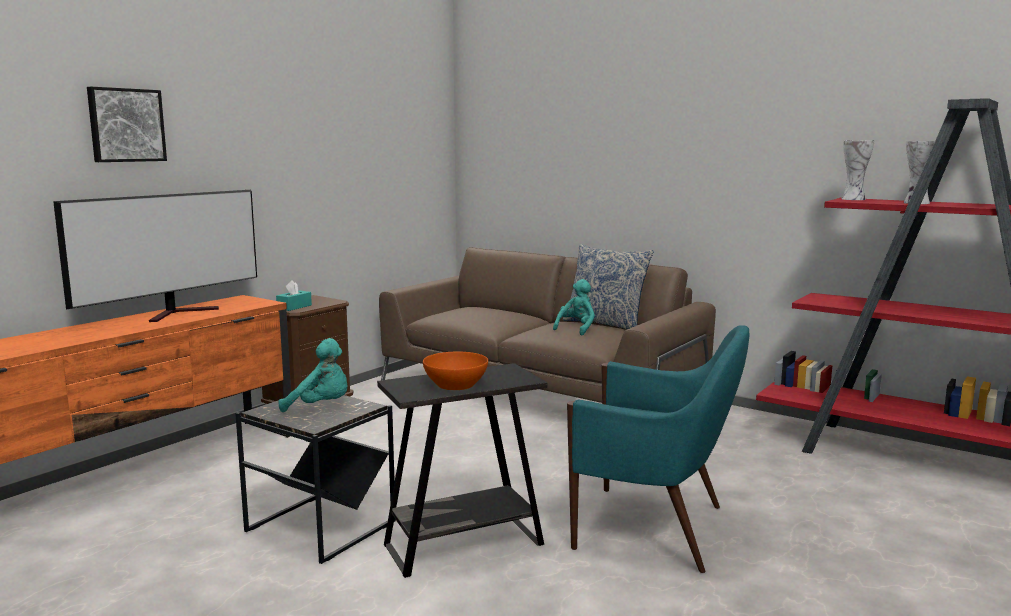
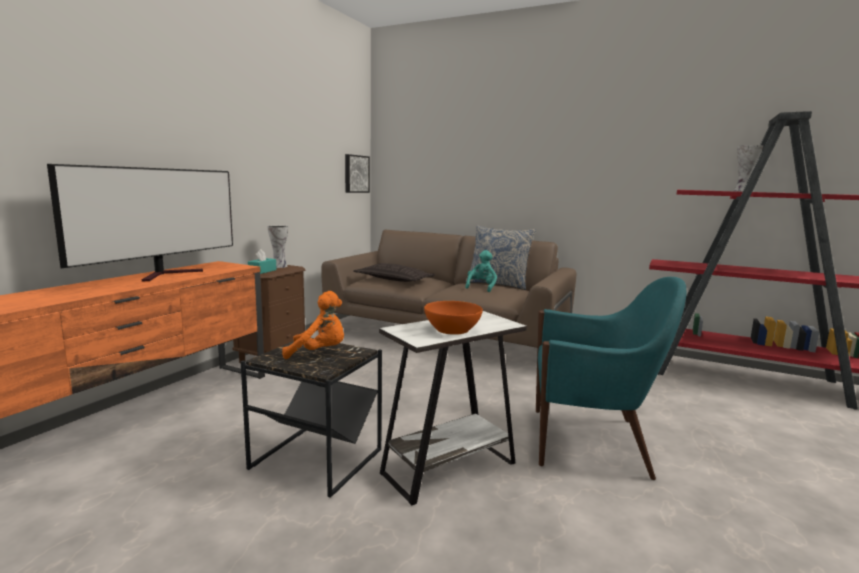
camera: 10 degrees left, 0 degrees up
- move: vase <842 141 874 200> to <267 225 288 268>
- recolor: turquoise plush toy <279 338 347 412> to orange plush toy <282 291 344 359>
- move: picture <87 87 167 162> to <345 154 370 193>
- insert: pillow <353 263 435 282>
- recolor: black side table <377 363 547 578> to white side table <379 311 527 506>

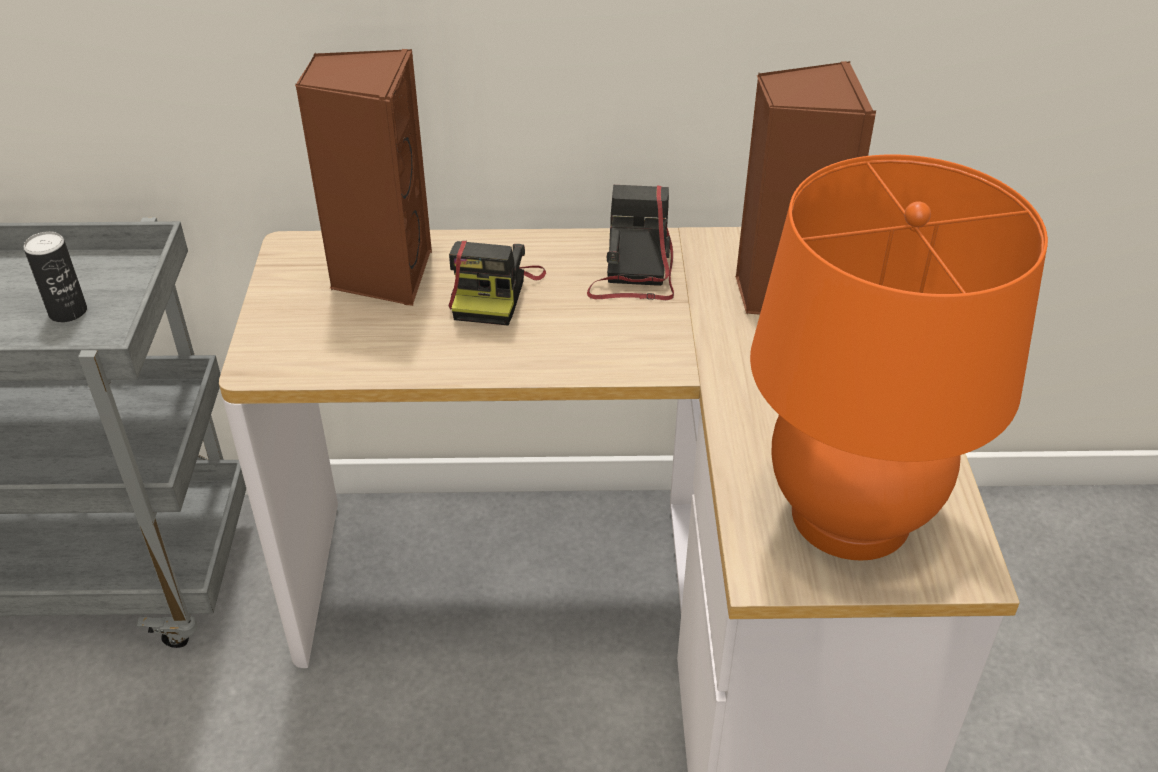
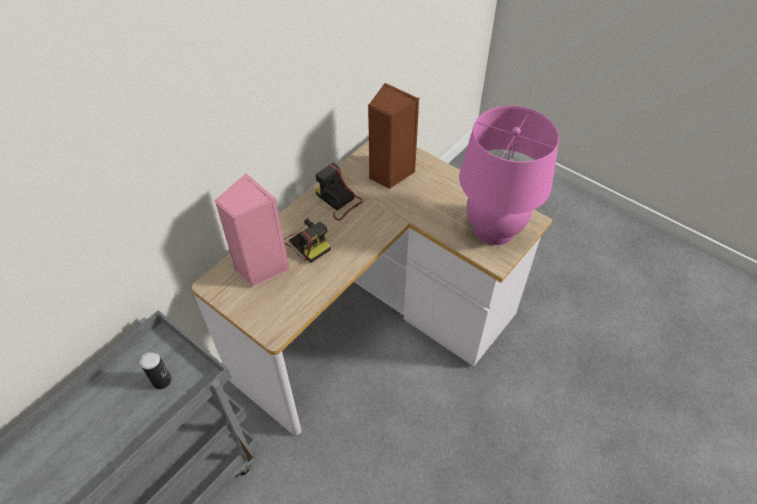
camera: 50 degrees left, 10 degrees up
- recolor: brown speaker <295 49 432 306> to pink speaker <214 173 289 287>
- recolor: orange table lamp <750 154 1048 561> to pink table lamp <459 106 559 245>

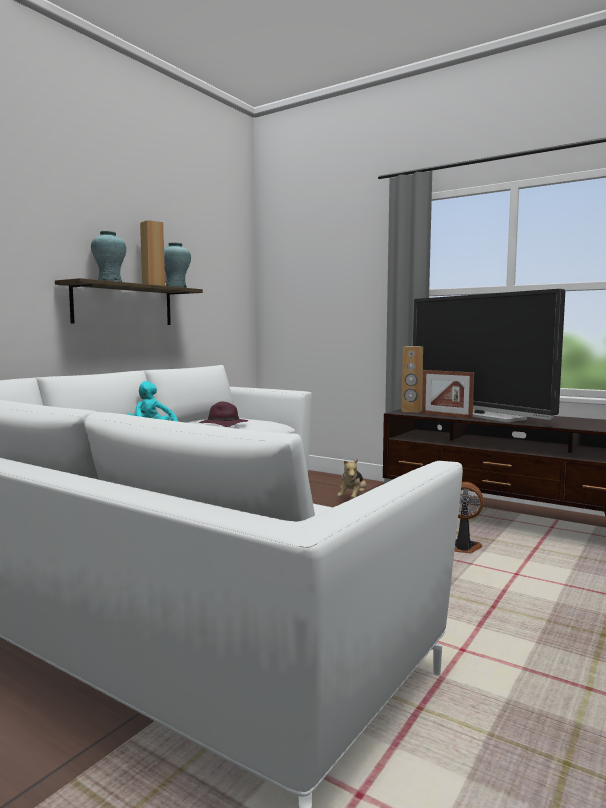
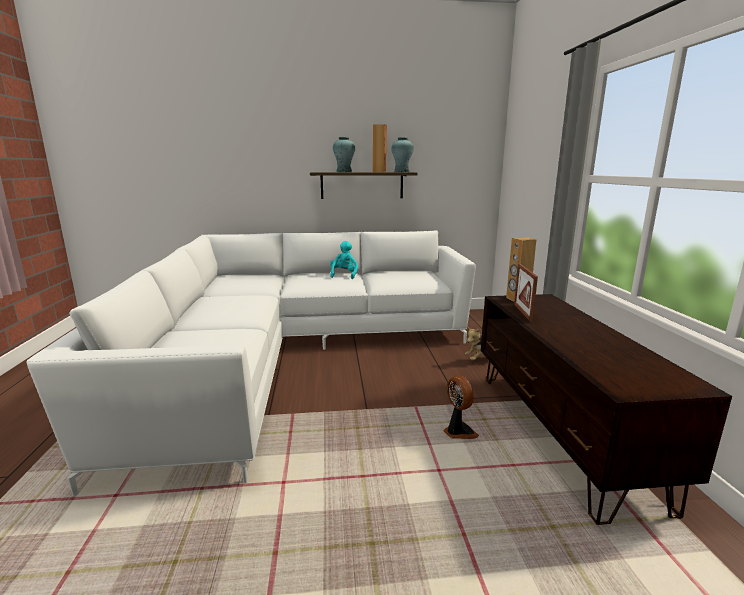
camera: 50 degrees right, 10 degrees up
- delete: purple hat <199 402 248 427>
- delete: television <413 289 565 422>

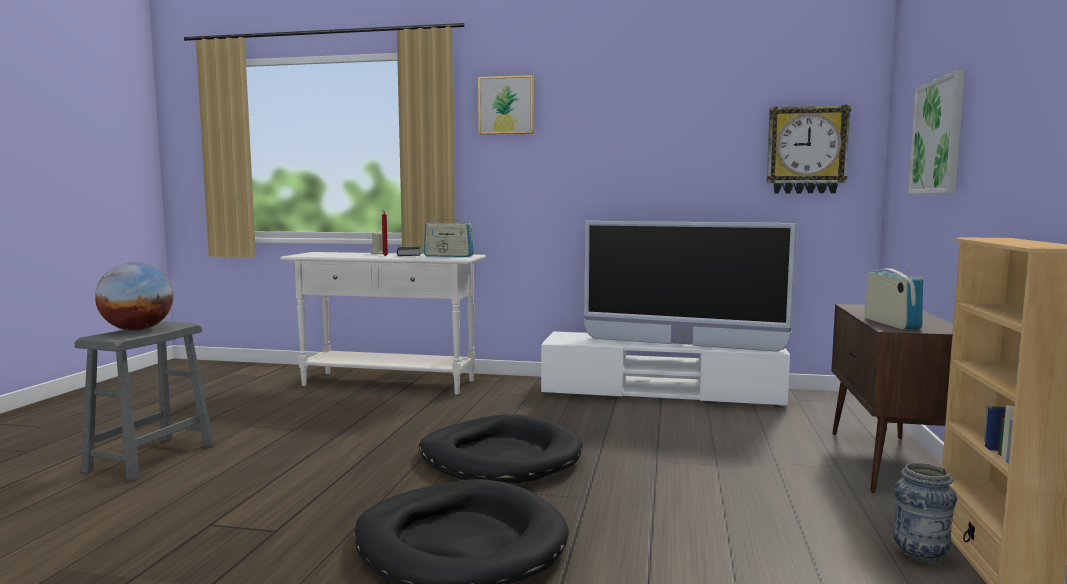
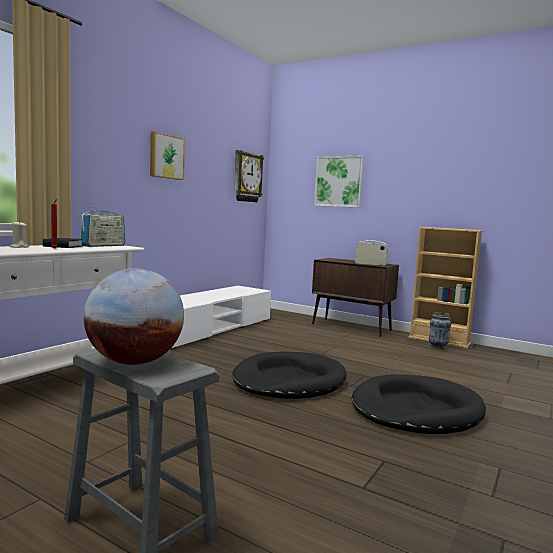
camera: 70 degrees left, 0 degrees up
- move: picture <478 75 534 134> to <150 131 185 180>
- delete: television <584 221 797 352>

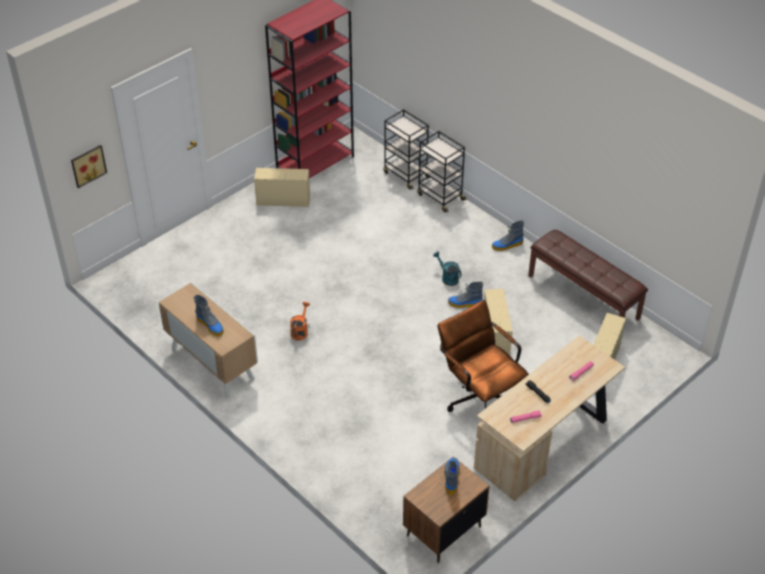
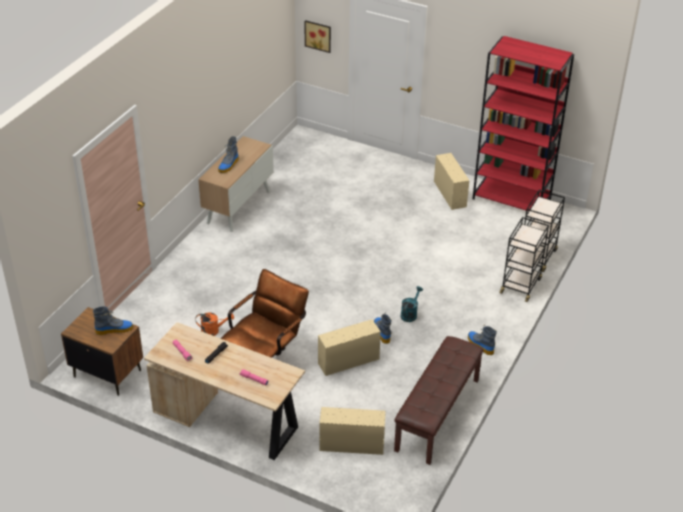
camera: 70 degrees right, 5 degrees down
- move: orange watering can <290 302 310 341> to <195 313 234 336>

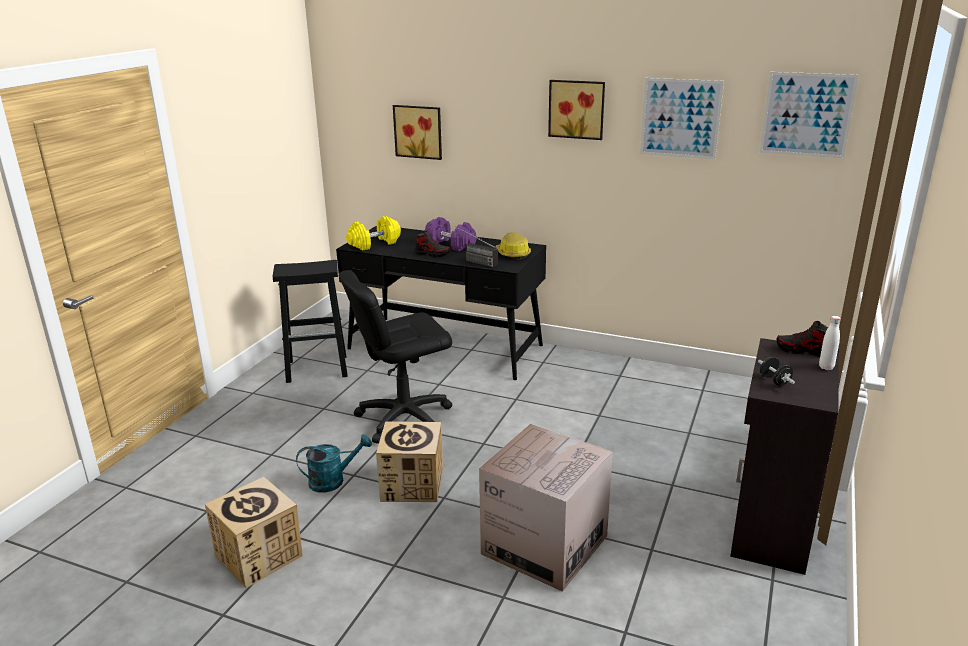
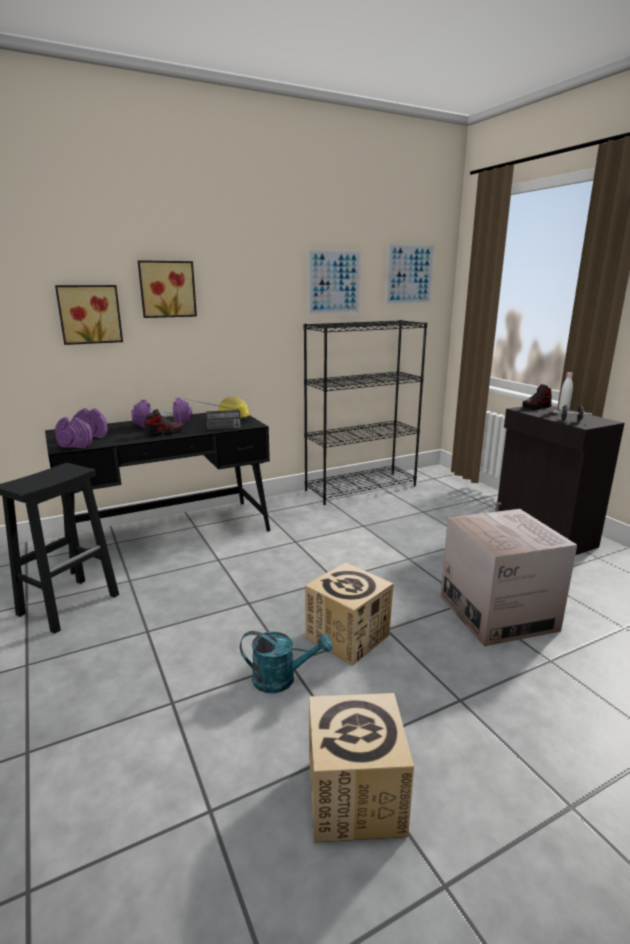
camera: 50 degrees left, 5 degrees down
- recolor: yellow dumbbell <346 216 401 250> to purple dumbbell <55 408 108 448>
- move: picture <548 80 605 140> to <138 260 197 318>
- rotate: turquoise watering can <296 434 372 493> = <240 631 333 693> 75 degrees clockwise
- insert: black bookcase <303 320 427 505>
- delete: black office chair <338 270 452 444>

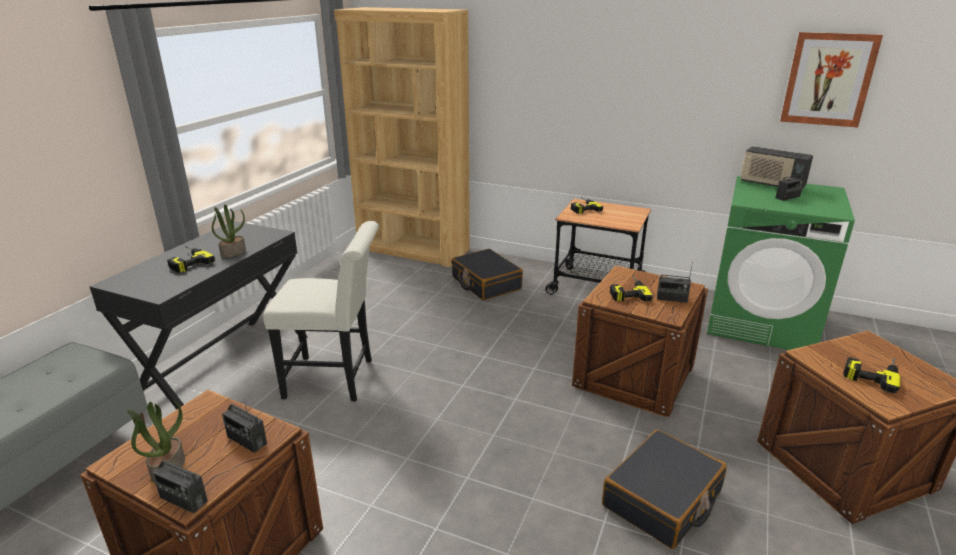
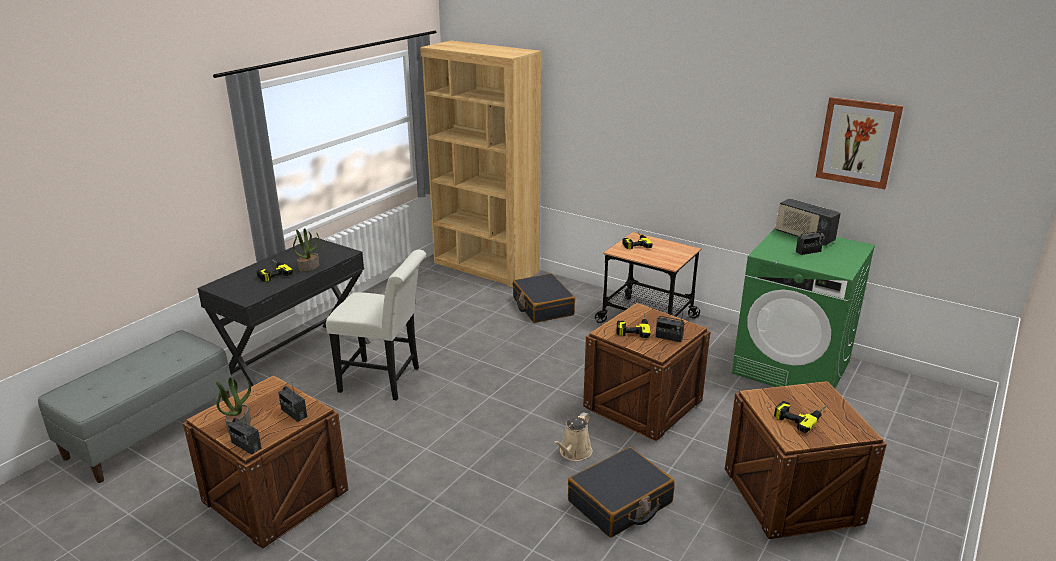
camera: 10 degrees right, 0 degrees up
- insert: beige watering can <553 412 592 461>

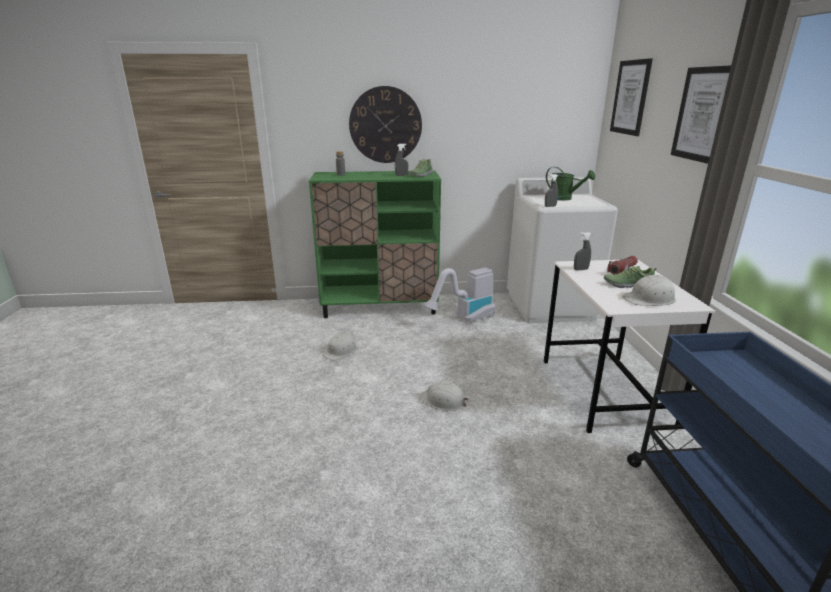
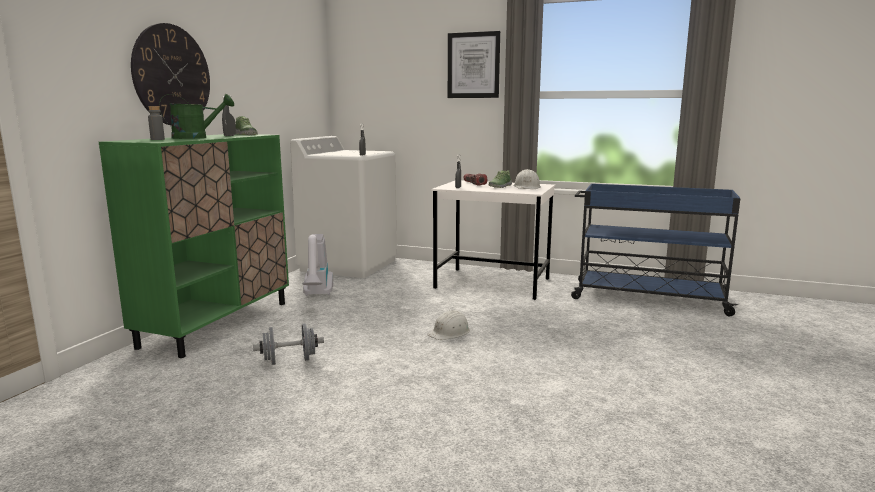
camera: 65 degrees left, 10 degrees down
- move: green watering can <546 167 595 200> to <159 94 234 139>
- replace: white hard hat <322 333 357 360> to grey dumbbell <253 323 324 365>
- delete: picture <610 58 653 136>

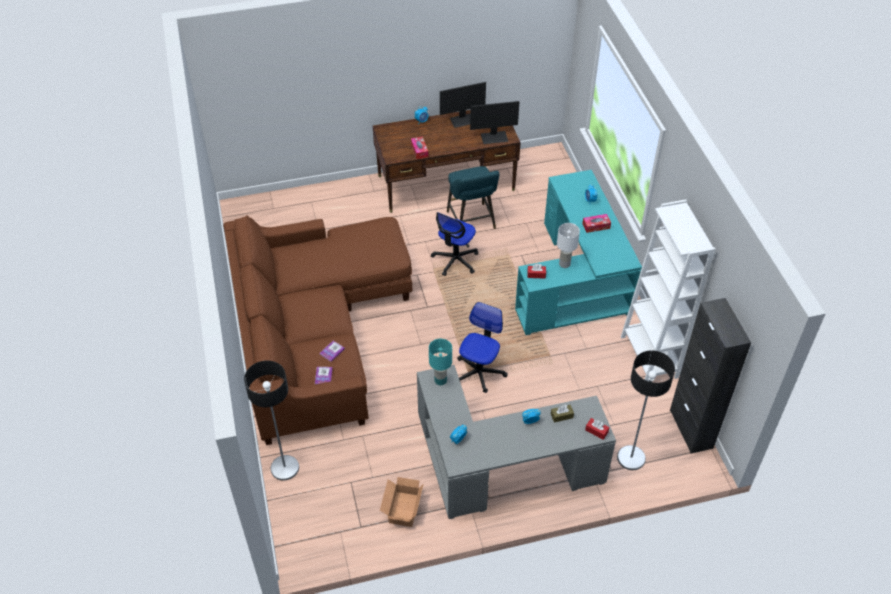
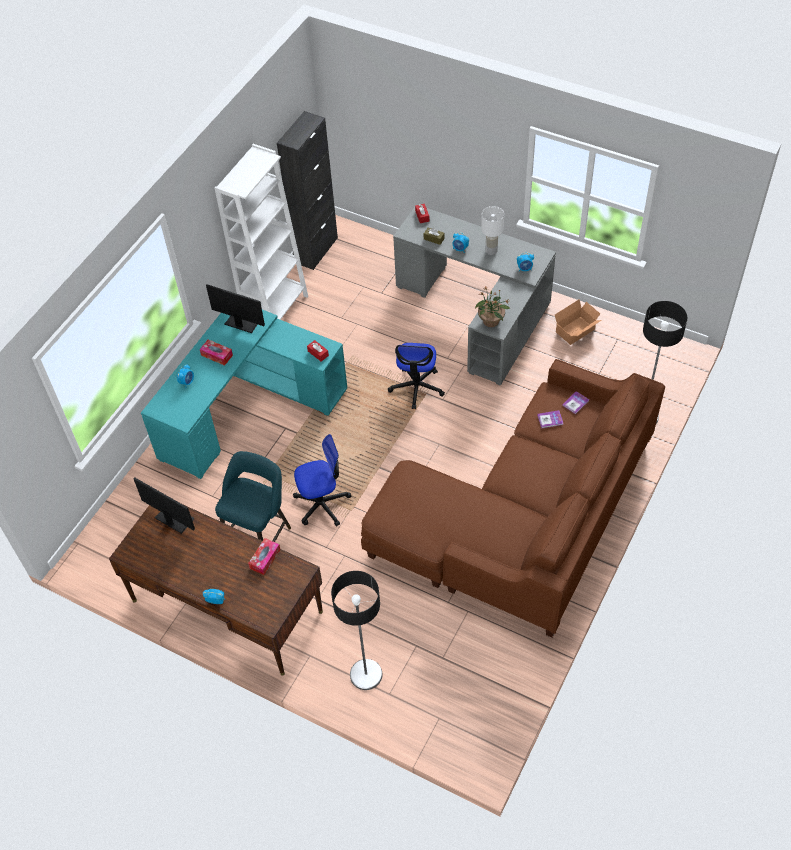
camera: 135 degrees left, 5 degrees up
- move: monitor <440 82 486 128> to <206 284 265 333>
- move: floor lamp <617 350 675 470> to <331 571 382 690>
- rotate: office chair <457 302 508 393> = <388 343 445 409> 60 degrees counterclockwise
- replace: turquoise table lamp <429 339 452 385> to potted plant <475 287 511 327>
- move: white table lamp <557 223 580 268> to <481 206 504 255>

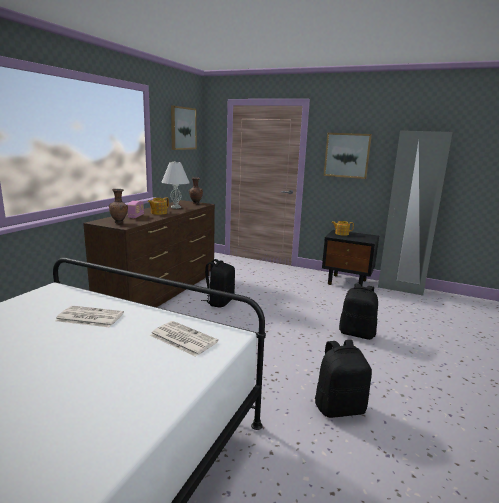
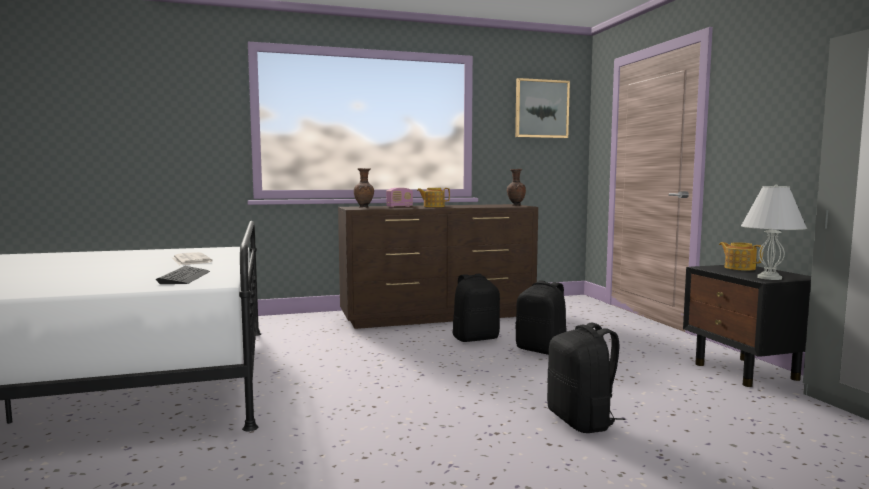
camera: 50 degrees right, 10 degrees down
- replace: newspaper <150 321 218 357> to keyboard <156 266 210 284>
- move: black backpack <315 340 372 418> to <515 280 567 355>
- move: white table lamp <161 161 190 209> to <741 184 807 280>
- delete: picture <324 133 372 179>

